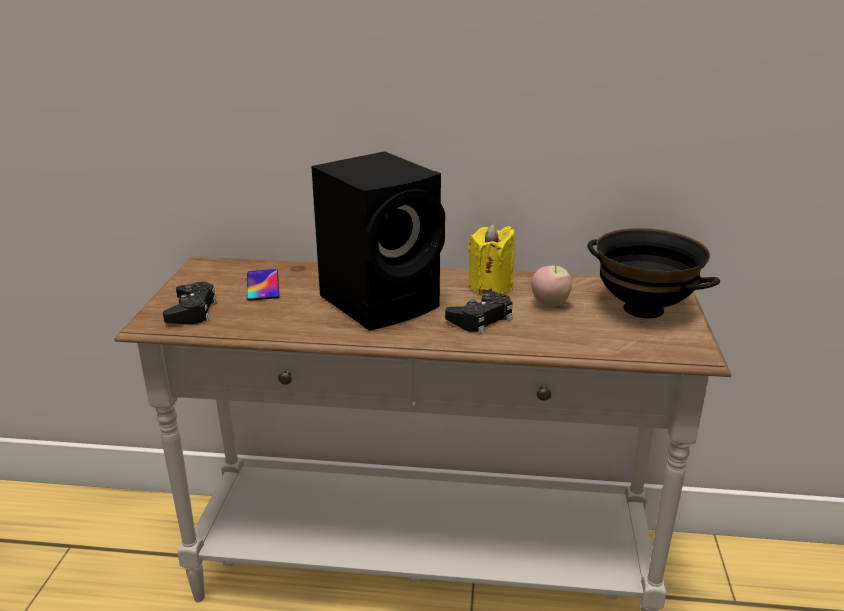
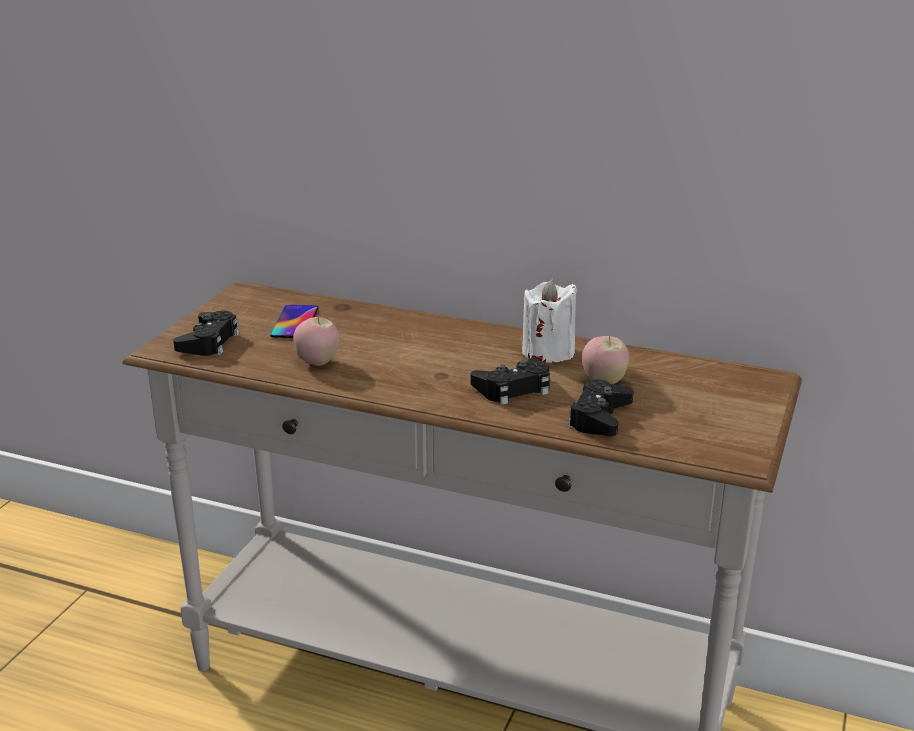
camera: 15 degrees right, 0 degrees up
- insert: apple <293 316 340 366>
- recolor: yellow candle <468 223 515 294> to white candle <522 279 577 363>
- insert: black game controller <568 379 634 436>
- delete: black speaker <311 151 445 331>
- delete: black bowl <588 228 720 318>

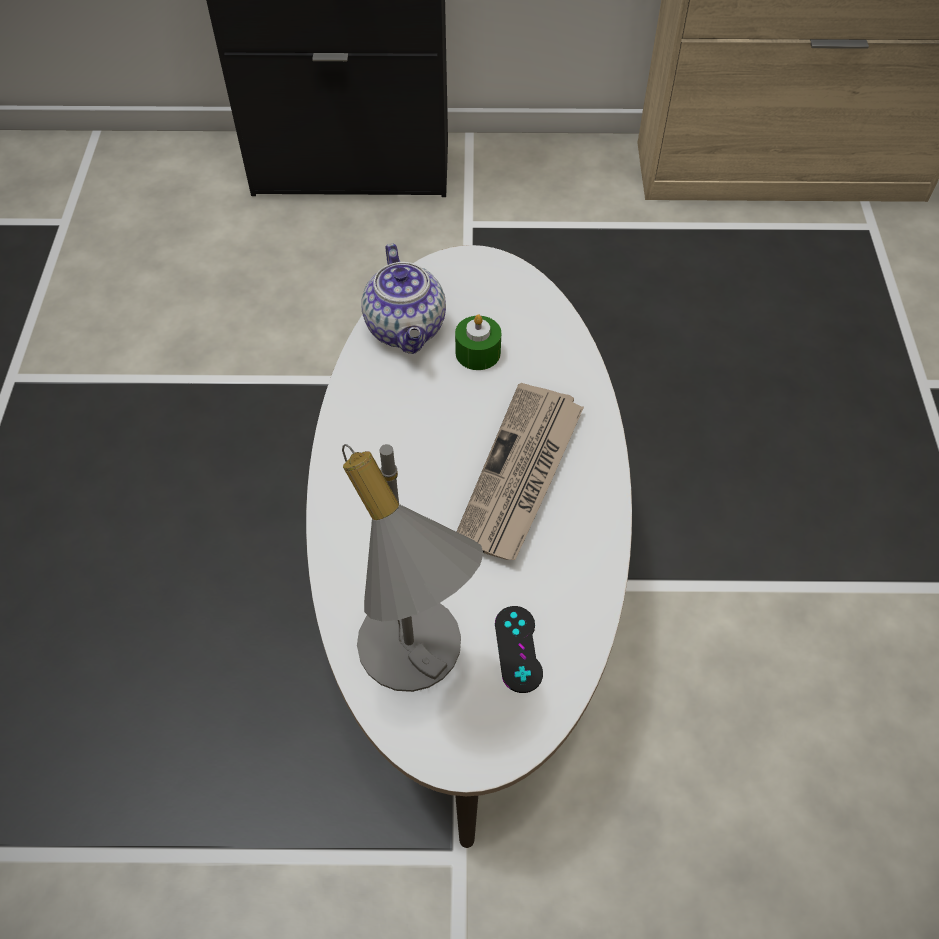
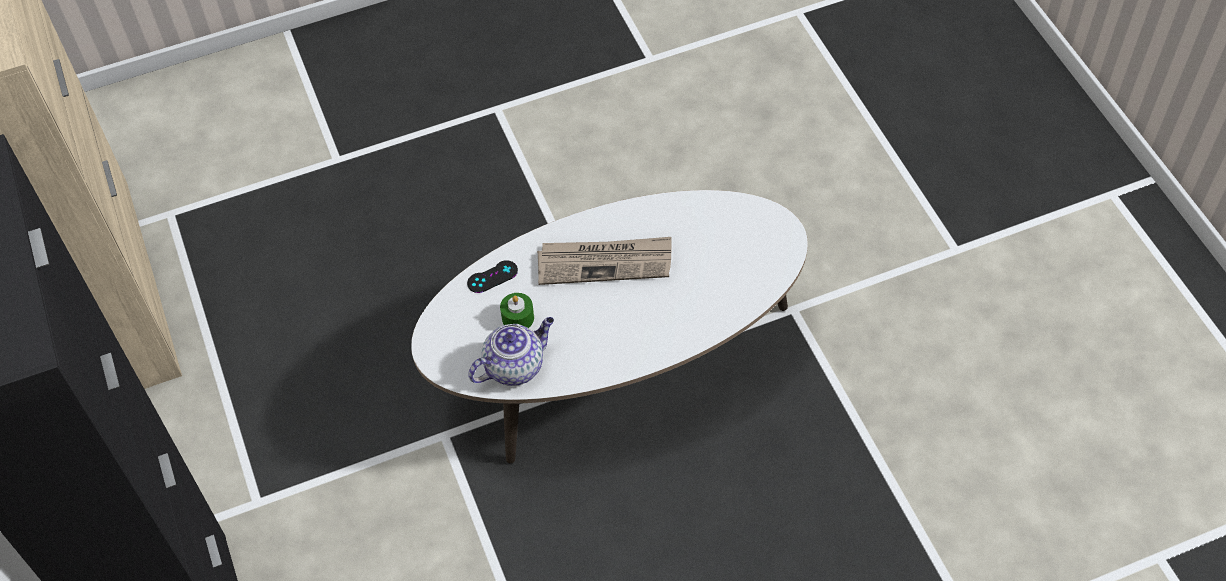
camera: 110 degrees left, 0 degrees up
- move: black game controller <495 606 543 693> to <467 260 518 293>
- delete: grey table lamp <342 444 484 692>

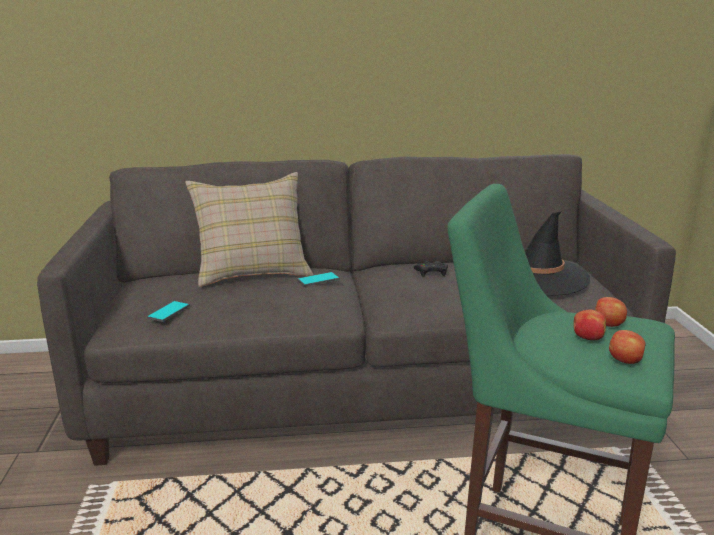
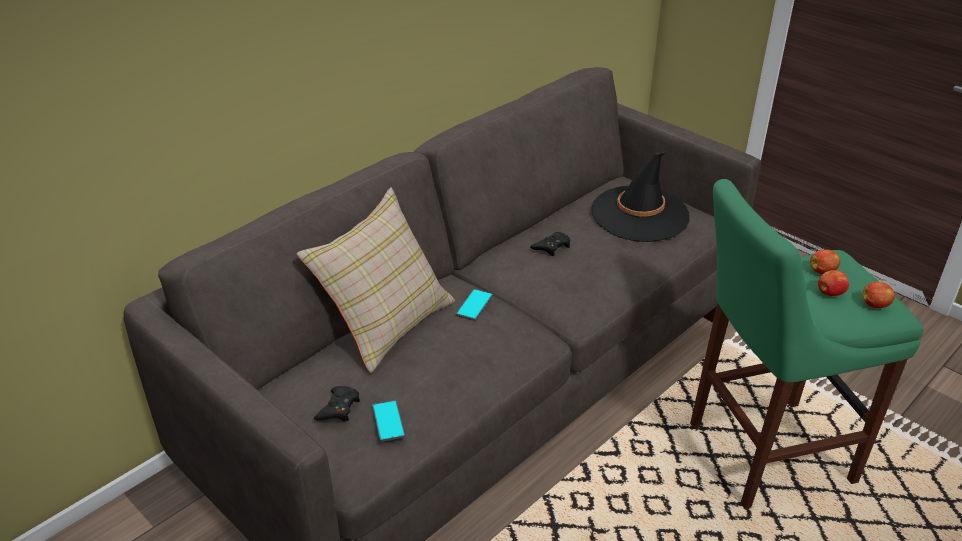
camera: 40 degrees left, 15 degrees up
- insert: black game controller <314 386 360 421>

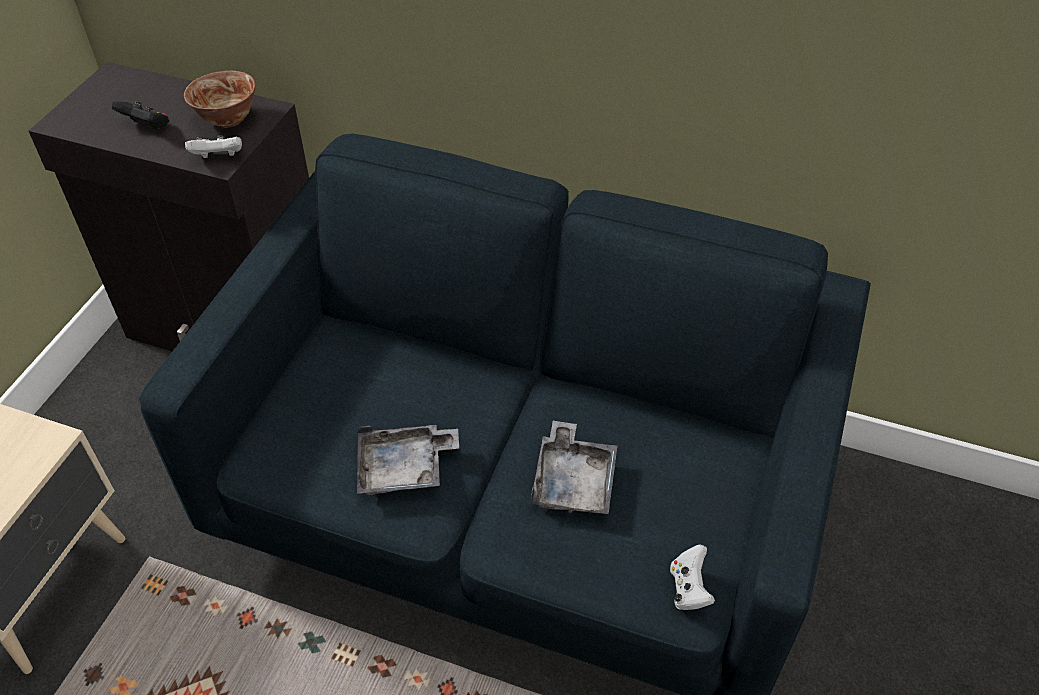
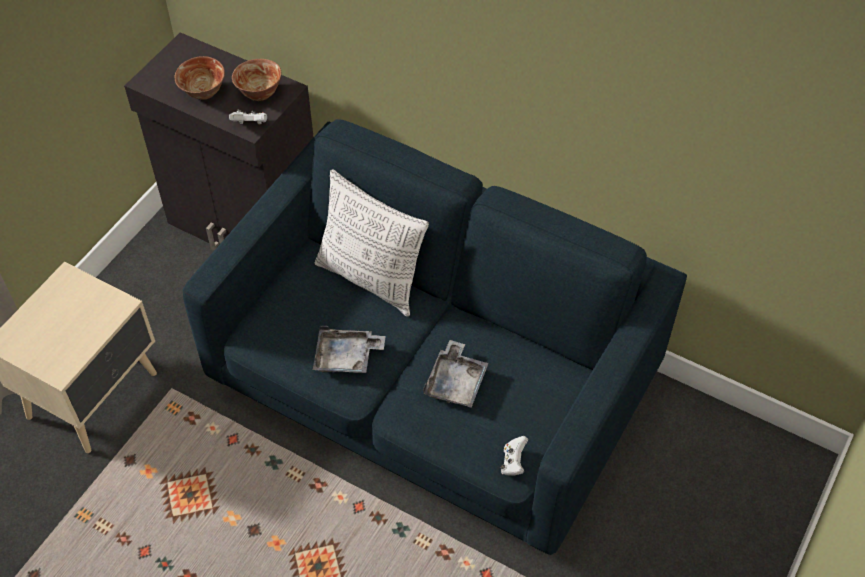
camera: 10 degrees right, 5 degrees up
- replace: black game controller <112 101 169 129> to bowl <175 56 225 100>
- insert: pillow <315 169 429 317>

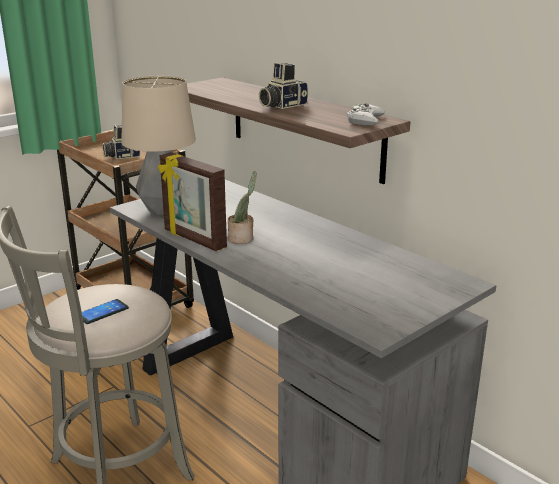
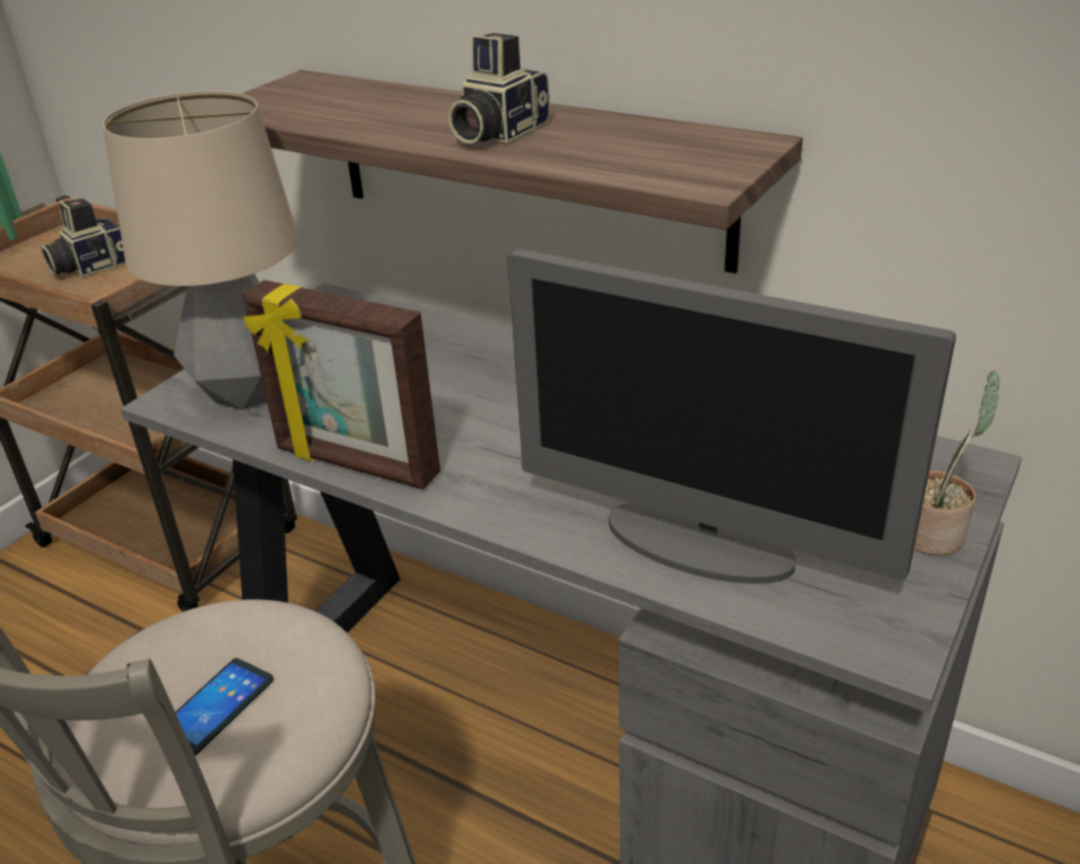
camera: 15 degrees left, 10 degrees up
- insert: monitor <507 249 956 584>
- move: potted plant <228 171 257 244> to <914 371 1000 555>
- delete: white game controller <347 103 385 125>

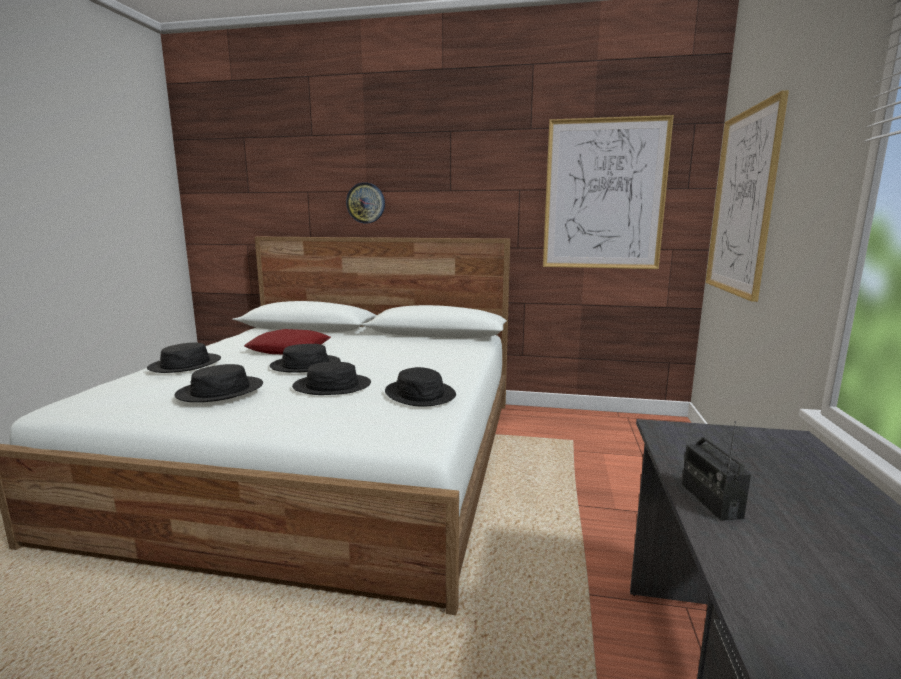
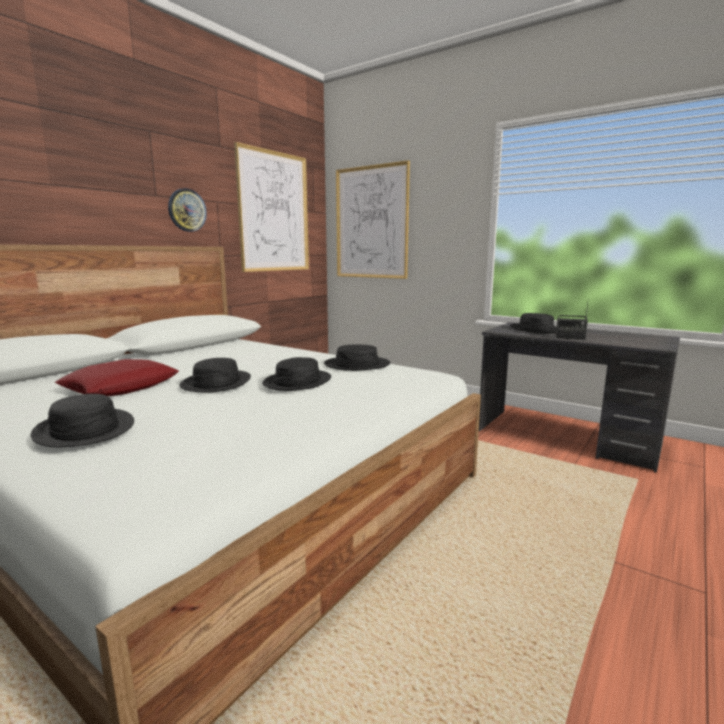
camera: 65 degrees left, 0 degrees up
- move: wall clock <346 182 385 223> to <168 188 207 232>
- move: black hat <174 364 263 402> to <510 313 557 333>

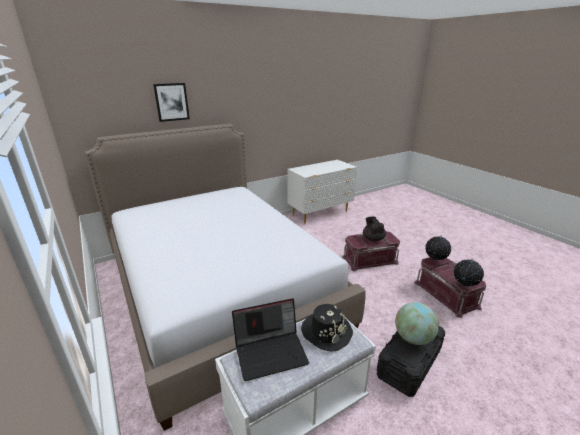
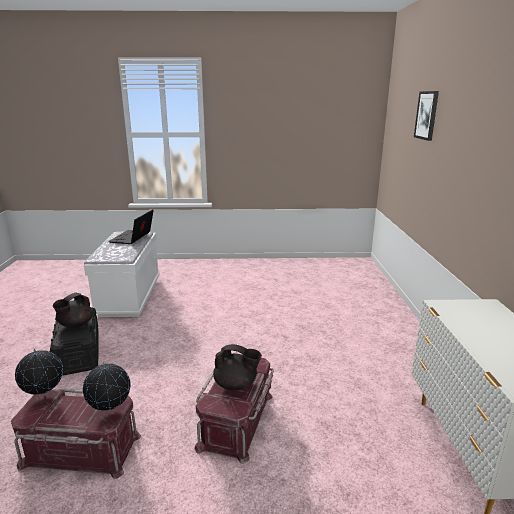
camera: 120 degrees right, 5 degrees down
- replace: globe <395 302 439 345> to black teapot <53 293 93 328>
- delete: bed <84 124 366 431>
- delete: black hat <301 304 353 352>

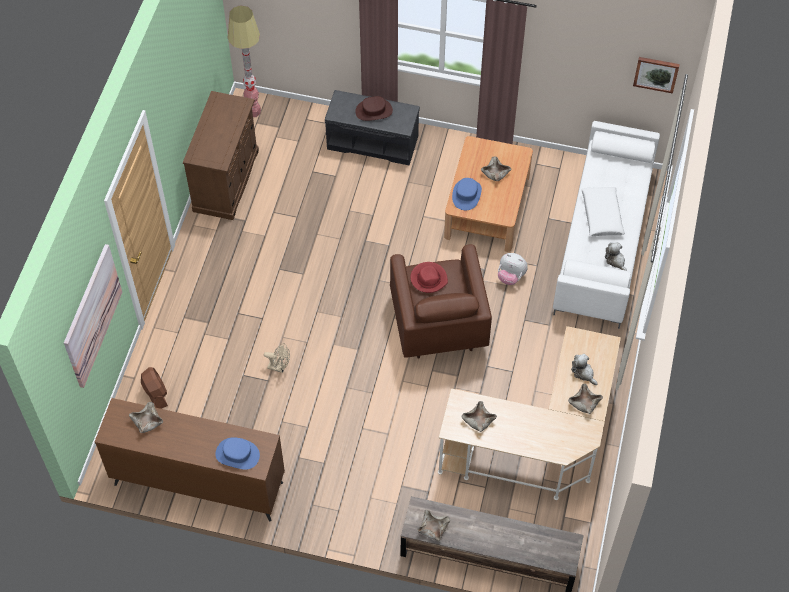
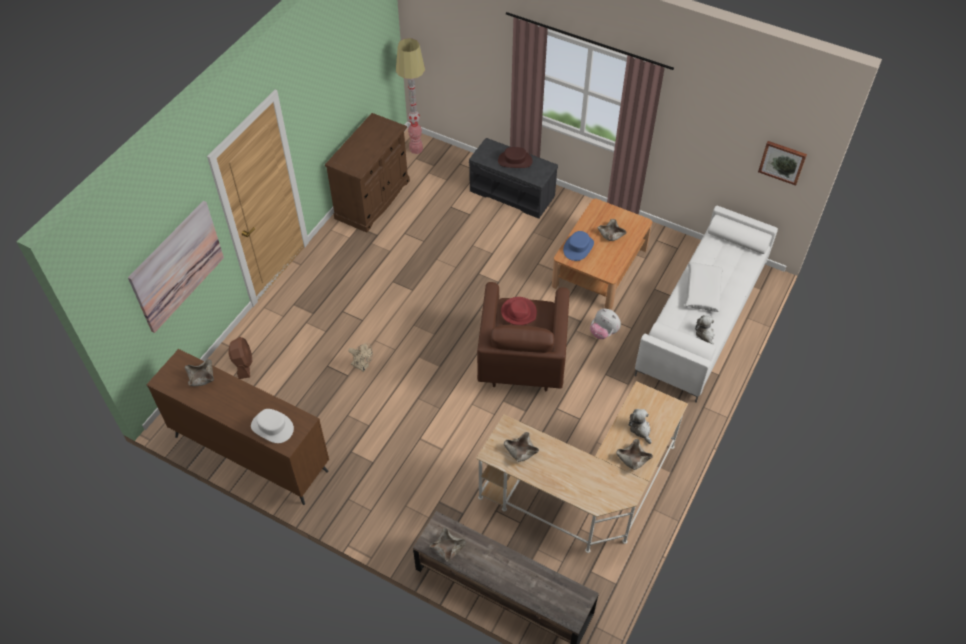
camera: 15 degrees right, 5 degrees down
- recolor: blue hat <215 437 260 470> to white hat <251 409 294 443>

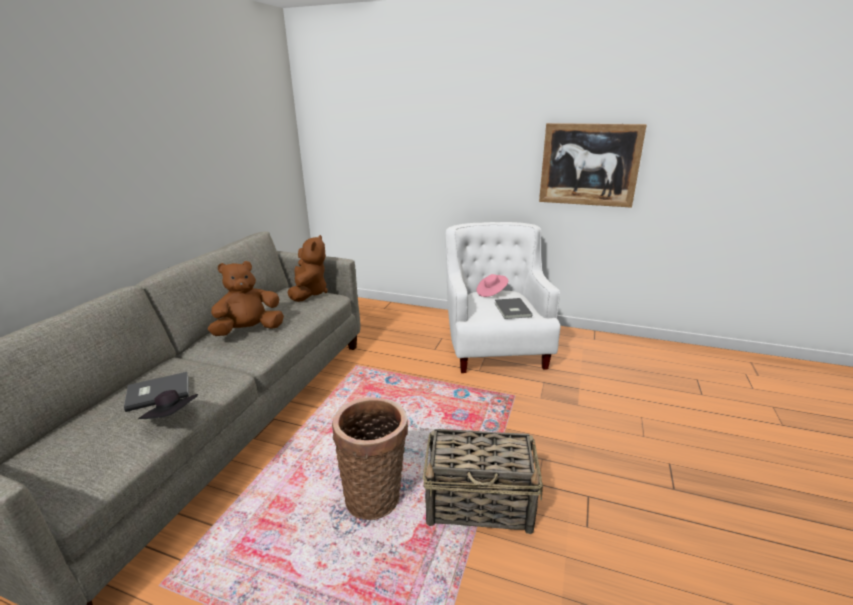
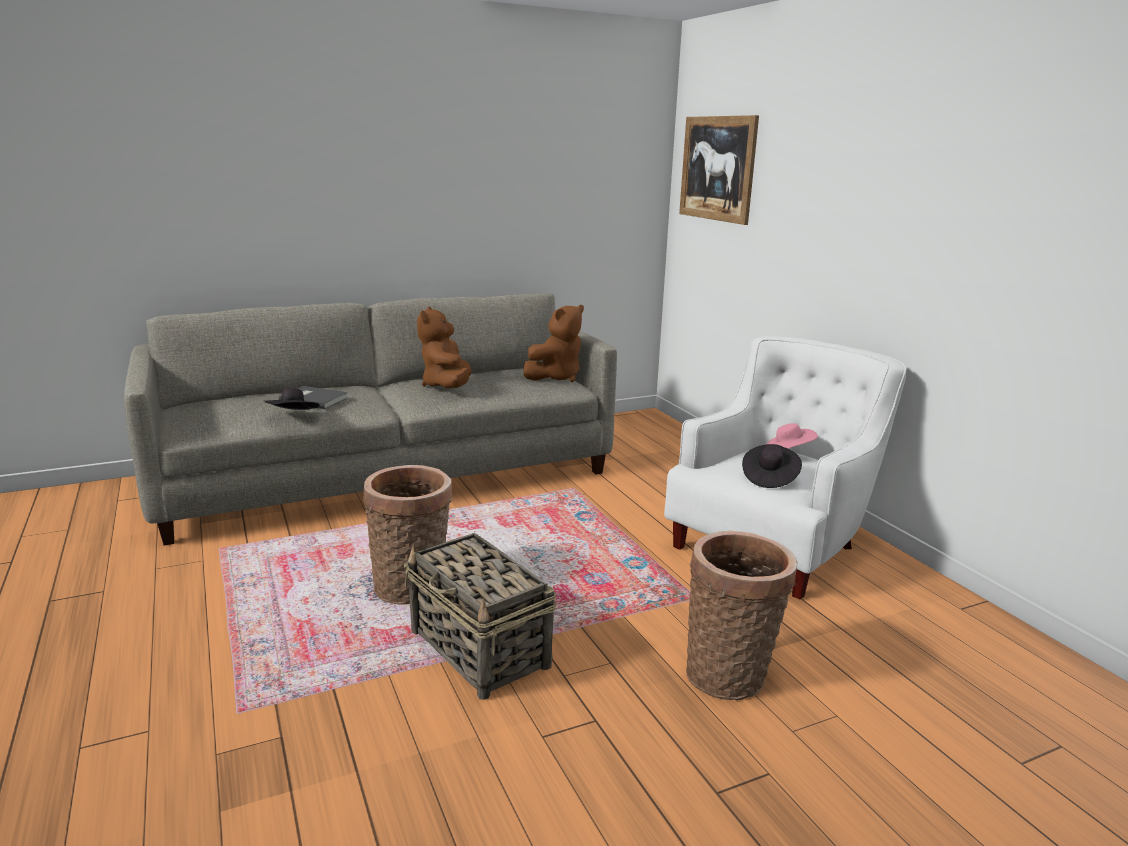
camera: 45 degrees right, 5 degrees down
- rotate: brown plush toy <208 261 284 336> = <417 307 472 388> 105 degrees counterclockwise
- move: picture <539 123 647 208> to <679 115 759 225>
- insert: basket <686 531 798 700>
- replace: grey book <495 298 532 319> to black hat <742 444 802 488>

